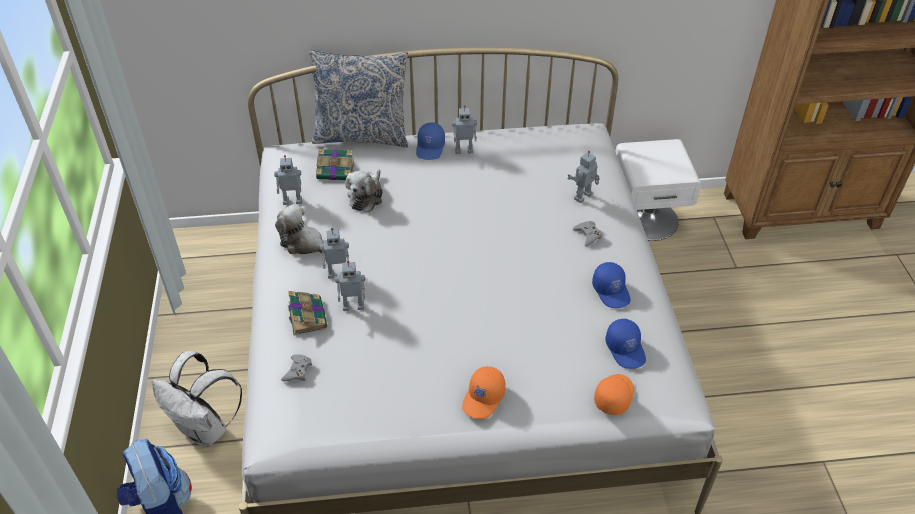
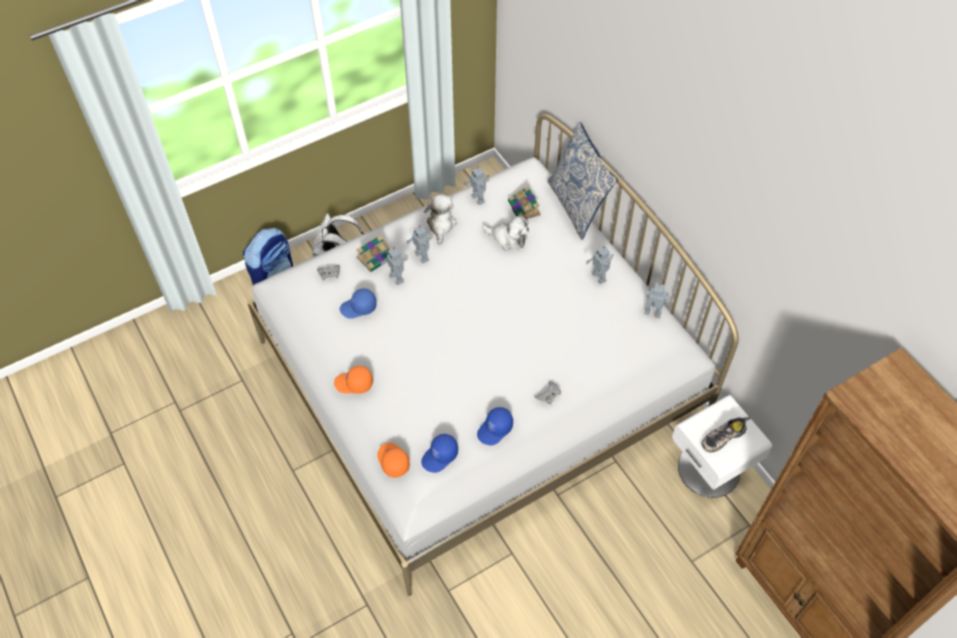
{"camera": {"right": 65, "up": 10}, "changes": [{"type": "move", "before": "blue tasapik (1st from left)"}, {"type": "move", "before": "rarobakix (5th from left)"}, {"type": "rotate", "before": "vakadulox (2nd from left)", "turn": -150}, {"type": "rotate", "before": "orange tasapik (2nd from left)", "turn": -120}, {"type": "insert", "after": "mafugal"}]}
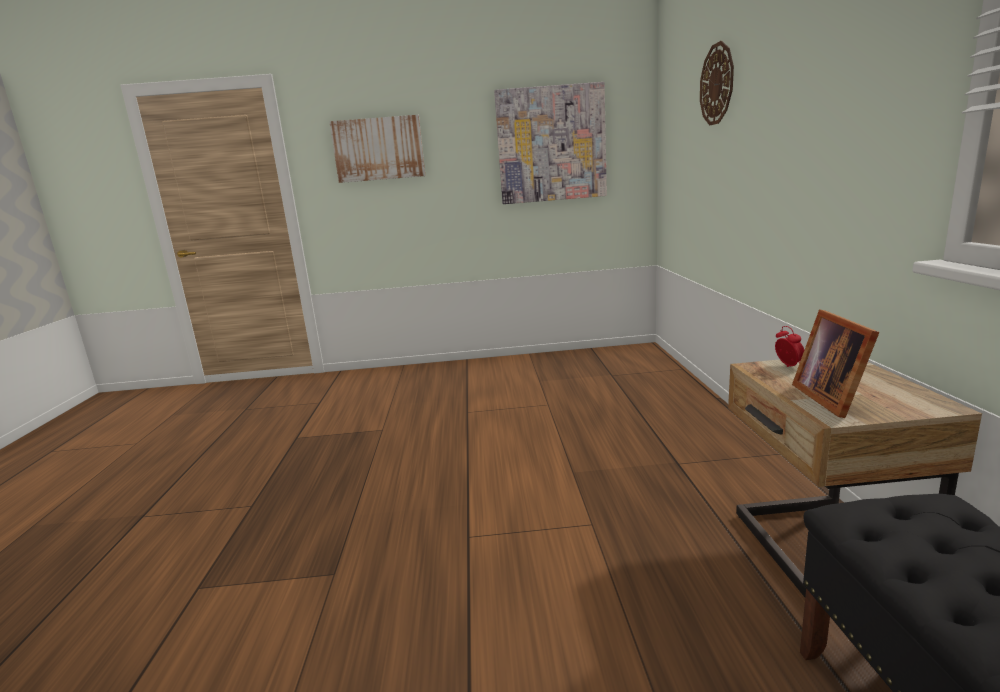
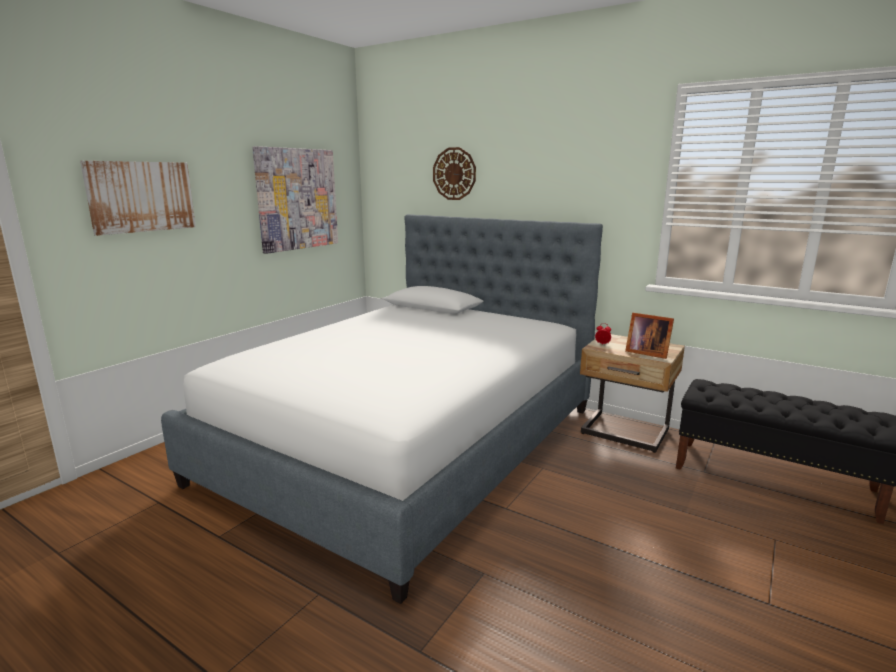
{"camera": {"right": -55, "up": 0}, "changes": [{"type": "insert", "after": "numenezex"}]}
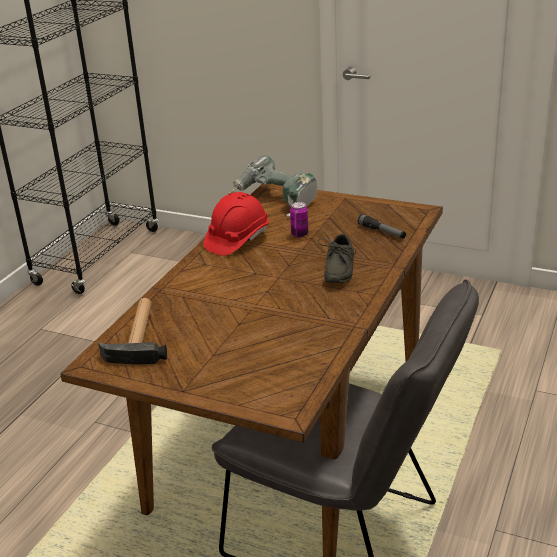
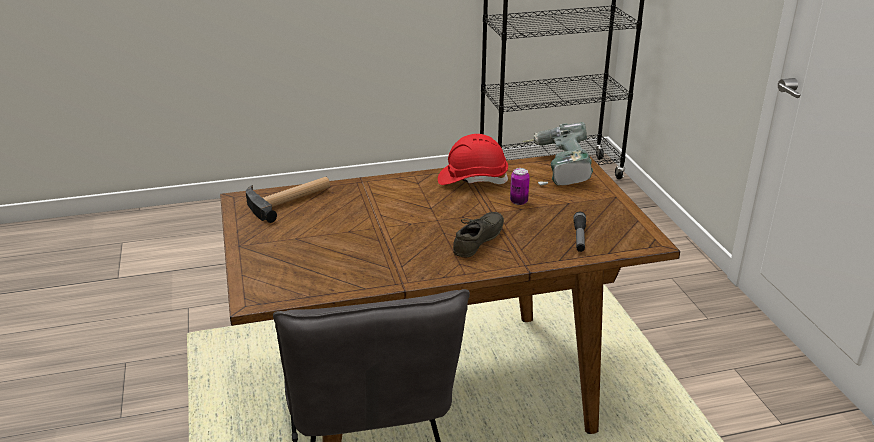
{"camera": {"right": 50, "up": 0}, "changes": [{"type": "rotate", "before": "grey mafugal", "turn": 150}]}
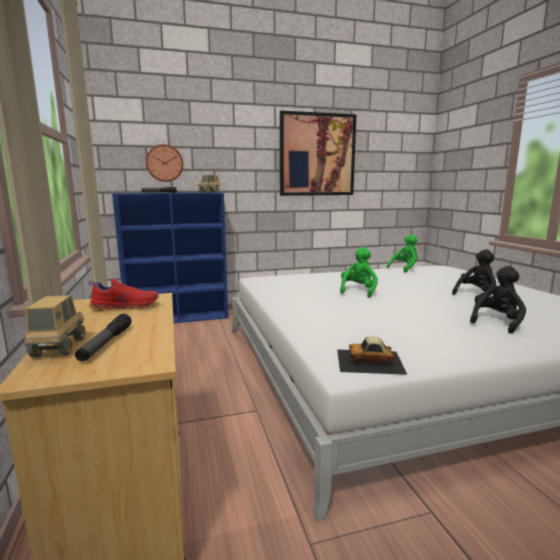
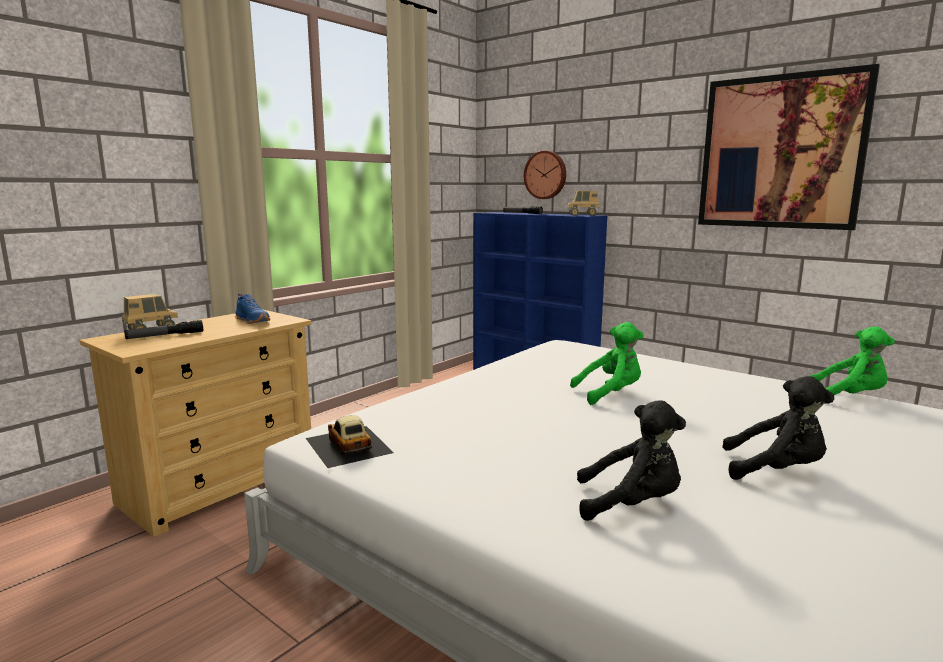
{"camera": {"right": 55, "up": 0}, "changes": [{"type": "recolor", "before": "red mafugal", "after": "blue mafugal"}]}
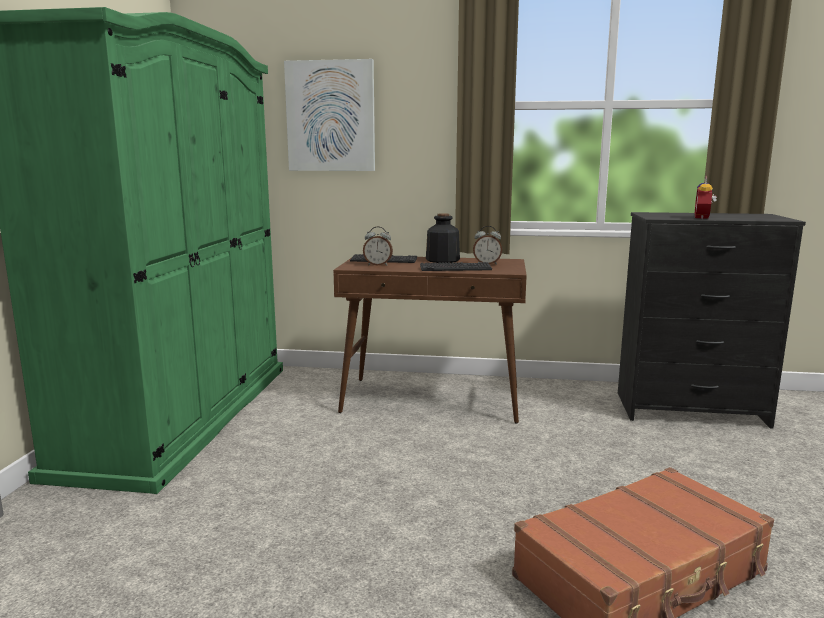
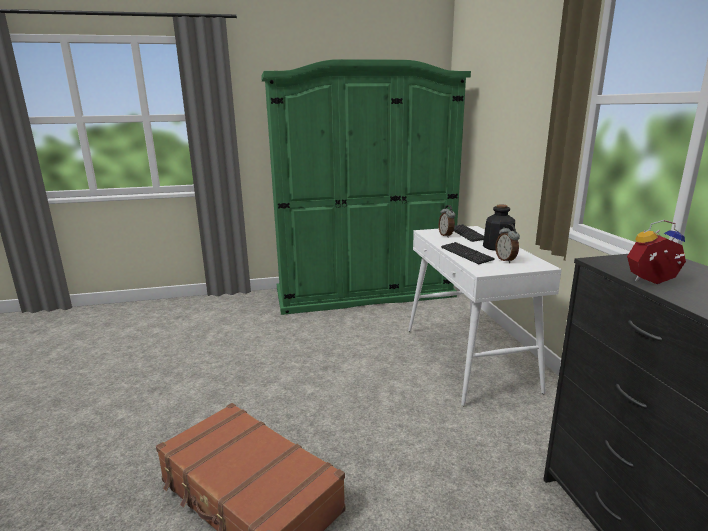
{"camera": {"right": 70, "up": 5}, "changes": [{"type": "delete", "before": "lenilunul"}, {"type": "recolor", "before": "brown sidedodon", "after": "white sidedodon"}]}
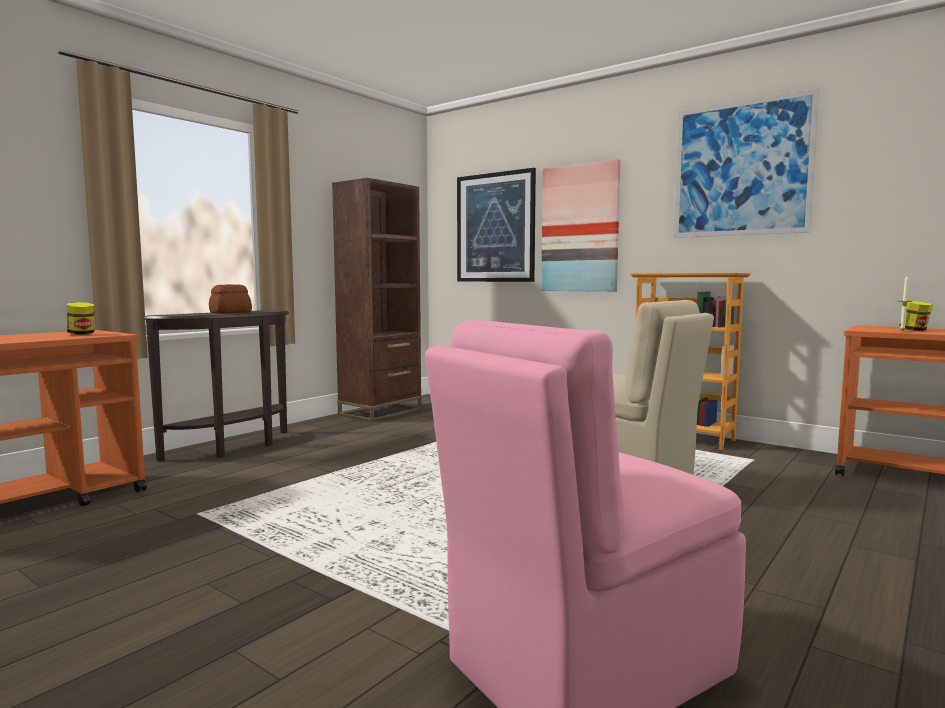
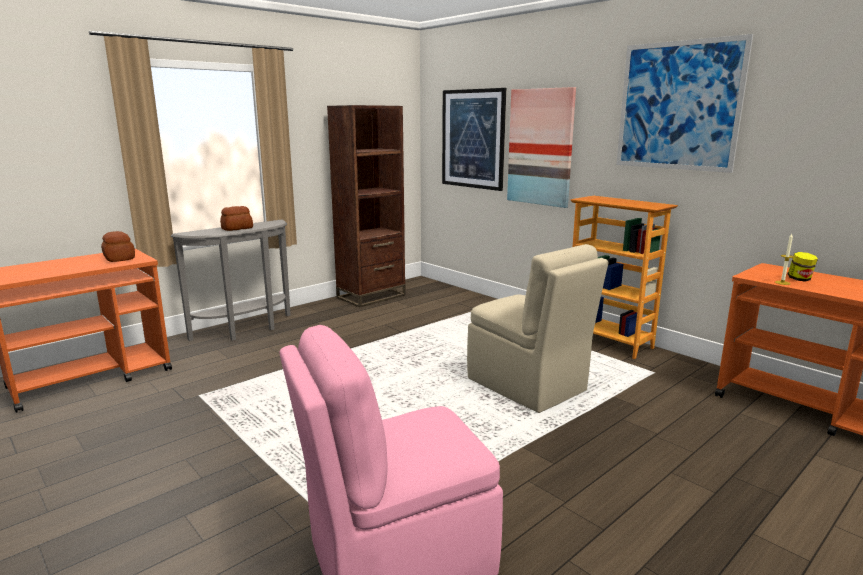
{"camera": {"right": 10, "up": 10}, "changes": [{"type": "replace", "before": "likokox (1st from left)", "after": "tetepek (1st from left)"}, {"type": "recolor", "before": "brown sidedodon", "after": "grey sidedodon"}]}
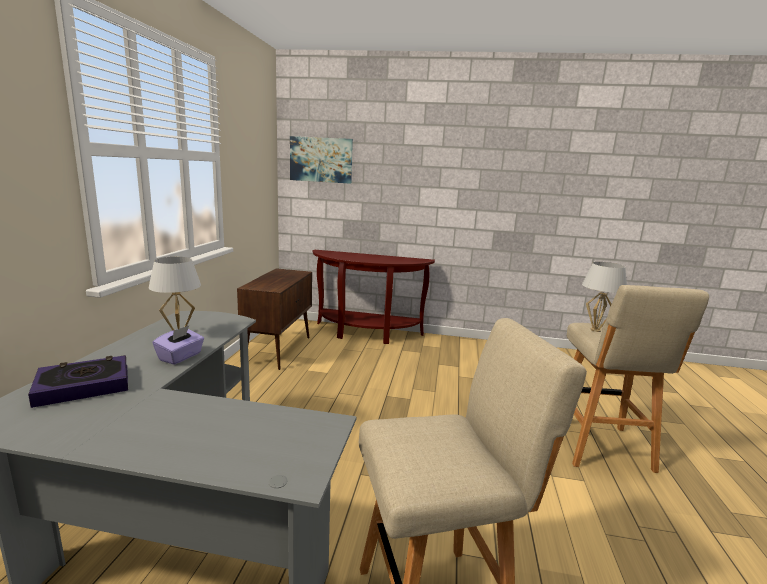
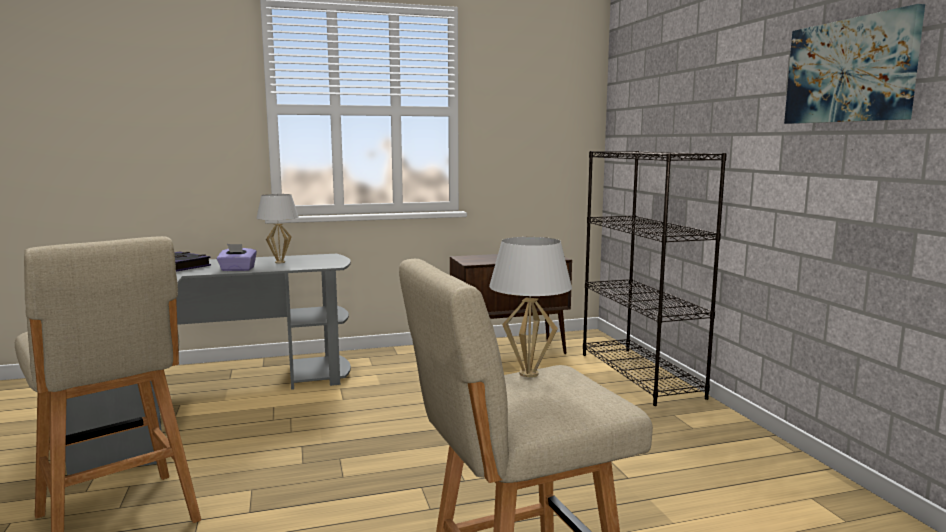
{"camera": {"right": 65, "up": -5}, "changes": [{"type": "move", "before": "lenilunul"}, {"type": "replace", "before": "brown sidedodon", "after": "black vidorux"}]}
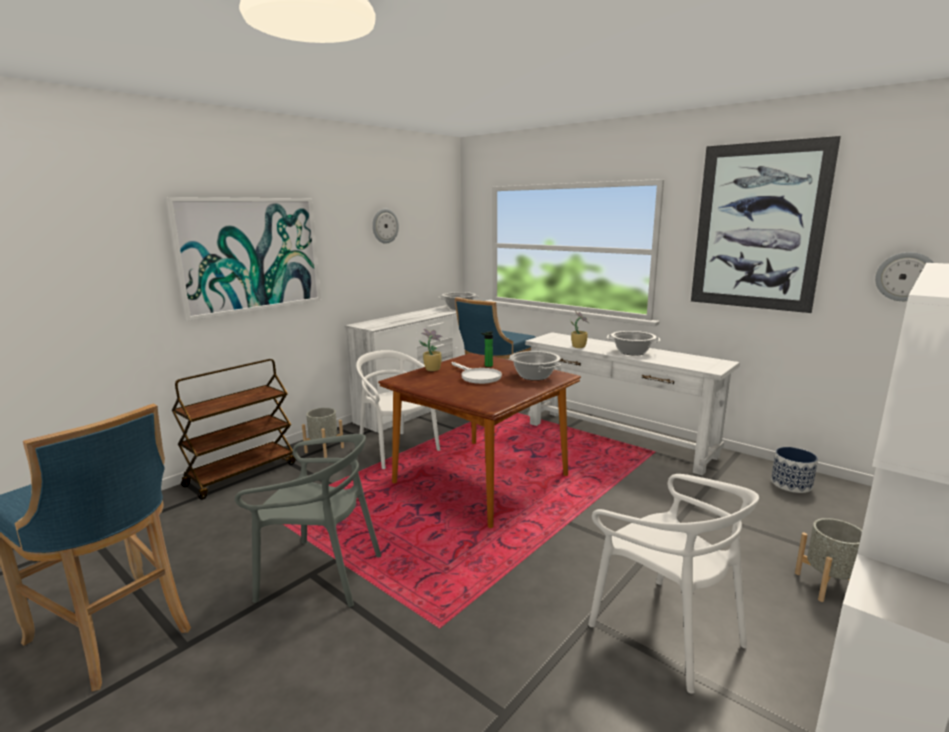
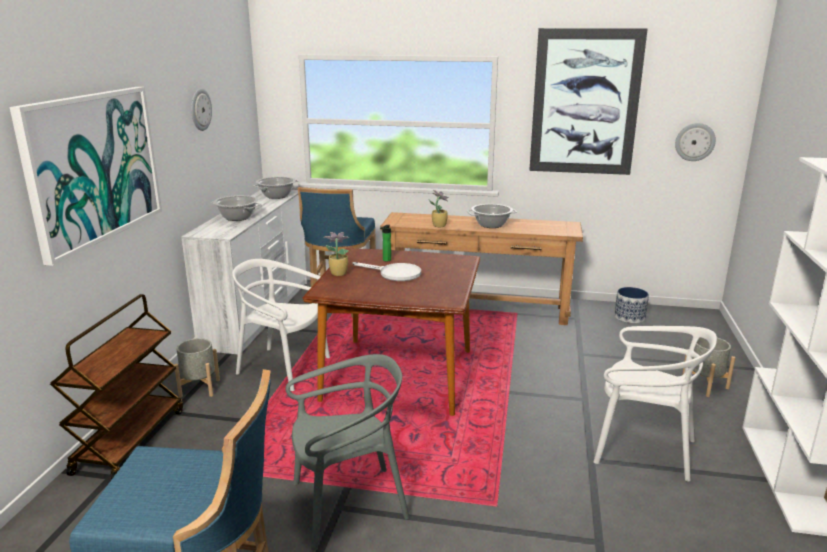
{"camera": {"right": -30, "up": 5}, "changes": [{"type": "recolor", "before": "white sidedodon", "after": "brown sidedodon"}, {"type": "move", "before": "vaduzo (2nd from left in the first image)", "after": "vaduzo (1st from left)"}]}
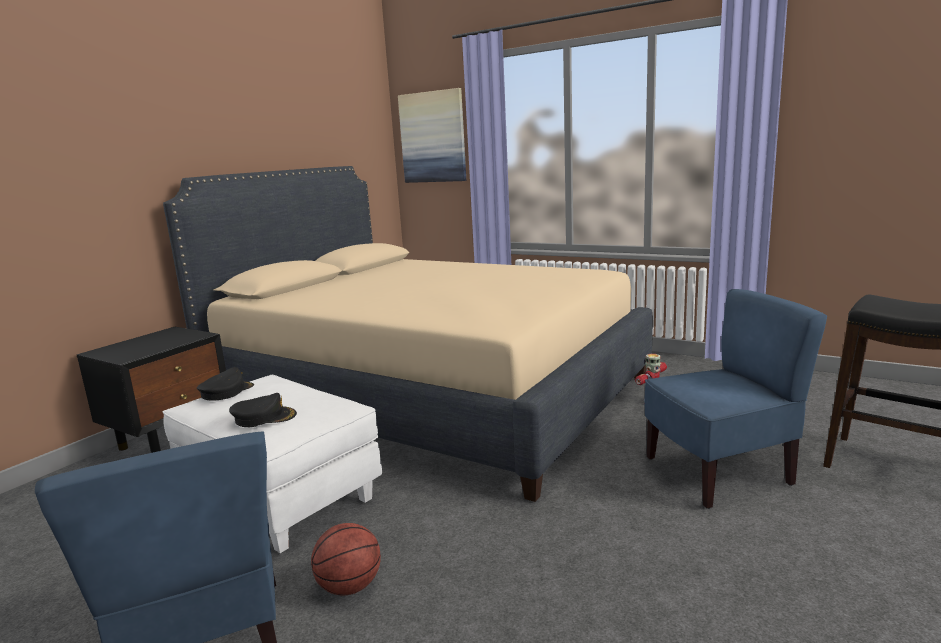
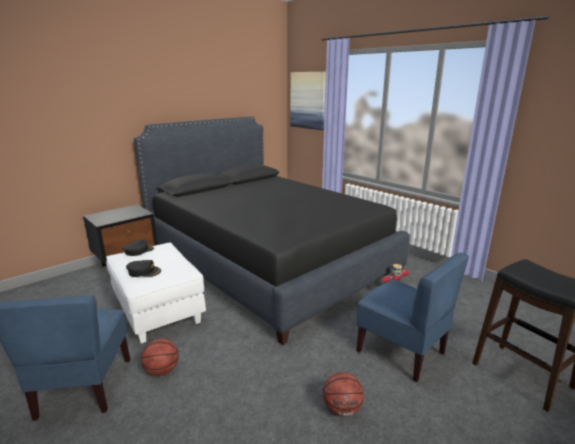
{"camera": {"right": 15, "up": 5}, "changes": [{"type": "recolor", "before": "beige numenezex", "after": "black numenezex"}, {"type": "rotate", "before": "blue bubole (2nd from left)", "turn": 45}, {"type": "insert", "after": "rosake (2nd from left)"}]}
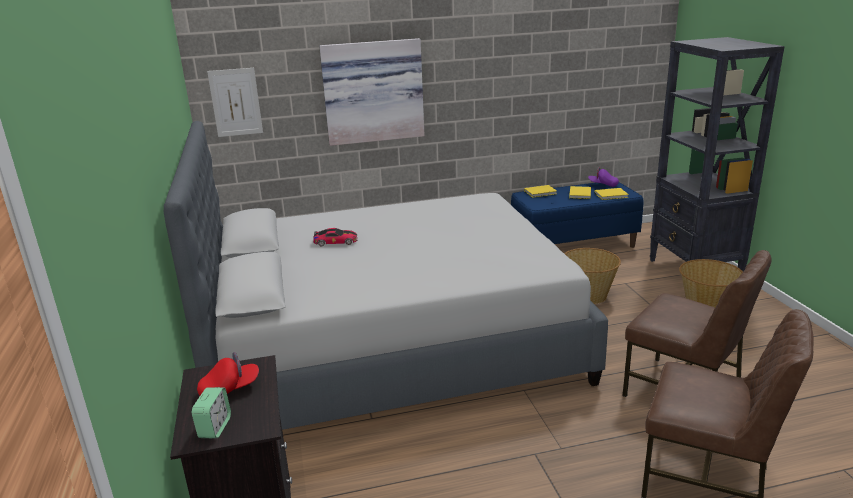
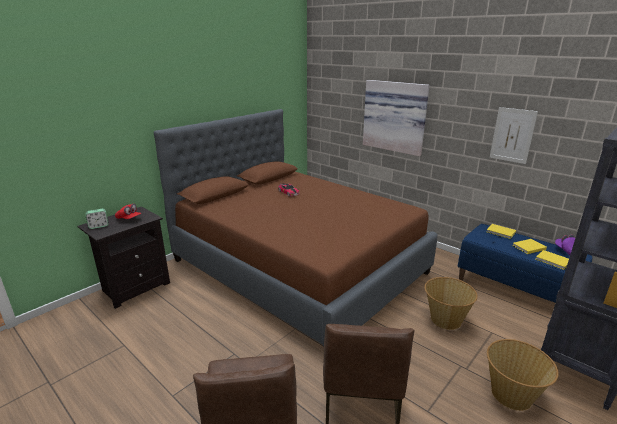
{"camera": {"right": 55, "up": 0}, "changes": [{"type": "move", "before": "lenilunul (1st from left in the first image)", "after": "lenilunul (2nd from left)"}, {"type": "recolor", "before": "grey numenezex", "after": "brown numenezex"}]}
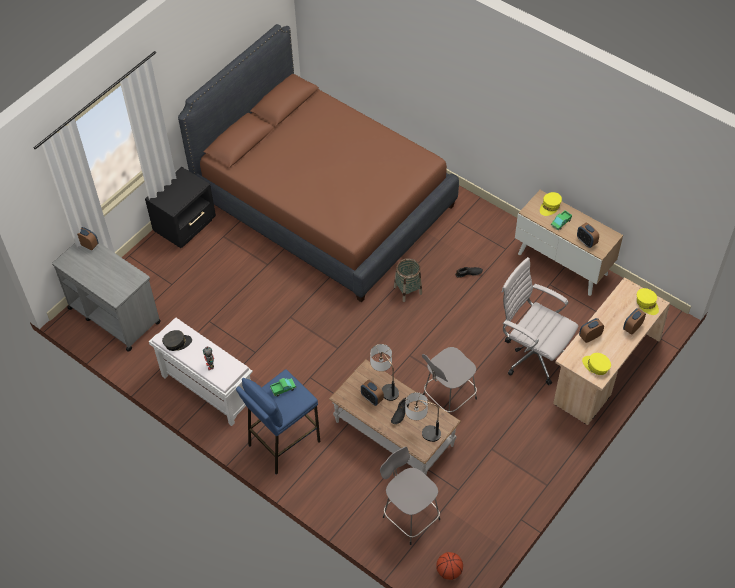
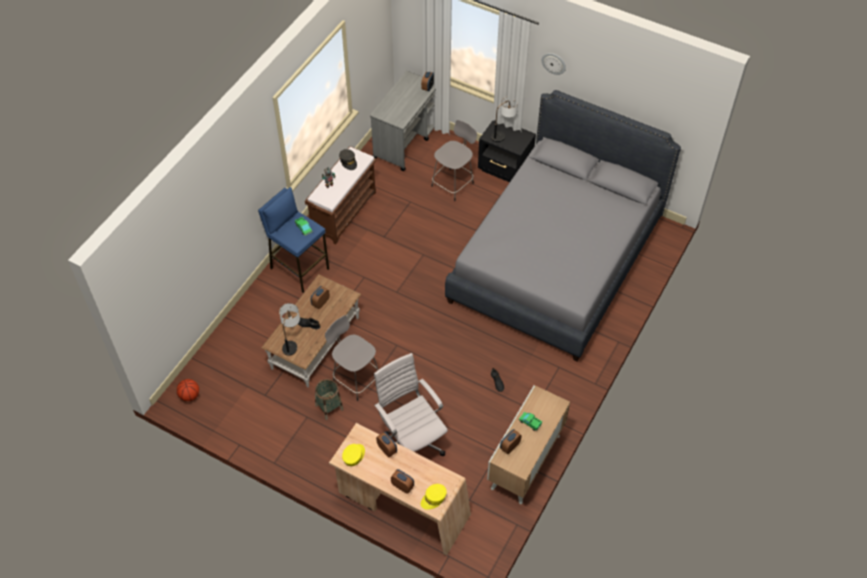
{"camera": {"right": 80, "up": 0}, "changes": [{"type": "recolor", "before": "brown numenezex", "after": "grey numenezex"}, {"type": "delete", "before": "yellow tasapik (1st from left)"}, {"type": "rotate", "before": "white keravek", "turn": -60}, {"type": "move", "before": "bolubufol"}, {"type": "recolor", "before": "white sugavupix", "after": "brown sugavupix"}, {"type": "move", "before": "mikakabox (1st from left in the first image)", "after": "mikakabox (2nd from left)"}, {"type": "move", "before": "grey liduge (1st from left in the first image)", "after": "grey liduge (2nd from left)"}, {"type": "insert", "after": "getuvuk"}]}
